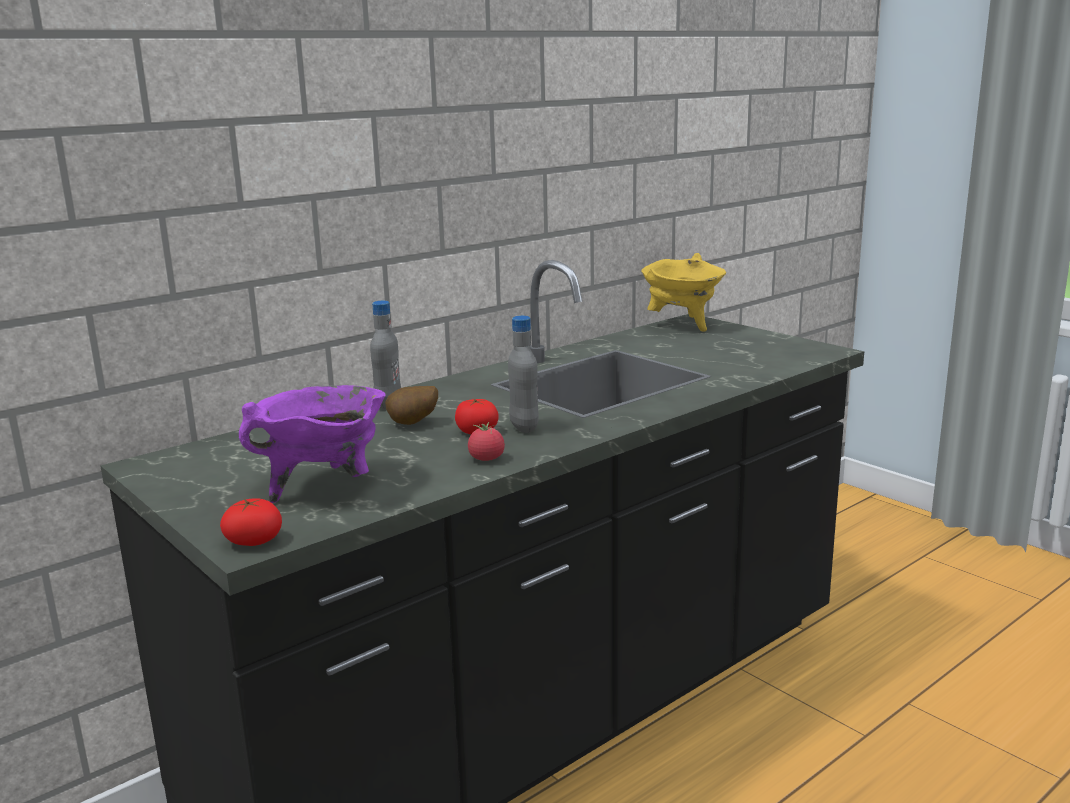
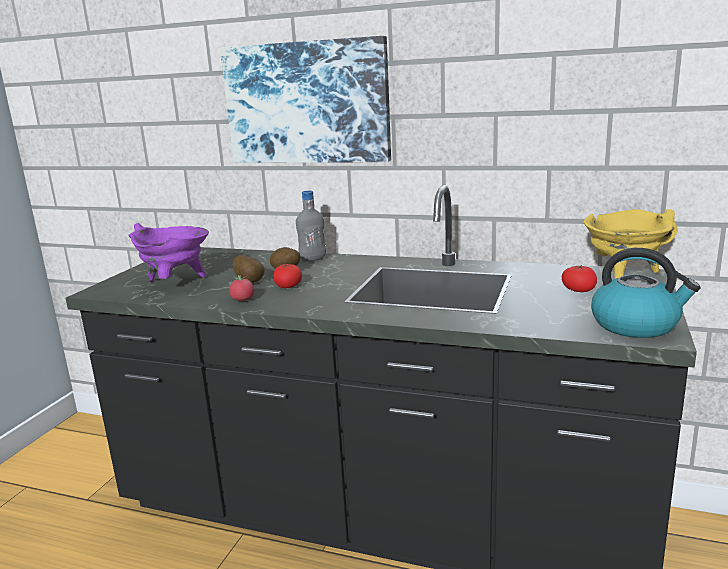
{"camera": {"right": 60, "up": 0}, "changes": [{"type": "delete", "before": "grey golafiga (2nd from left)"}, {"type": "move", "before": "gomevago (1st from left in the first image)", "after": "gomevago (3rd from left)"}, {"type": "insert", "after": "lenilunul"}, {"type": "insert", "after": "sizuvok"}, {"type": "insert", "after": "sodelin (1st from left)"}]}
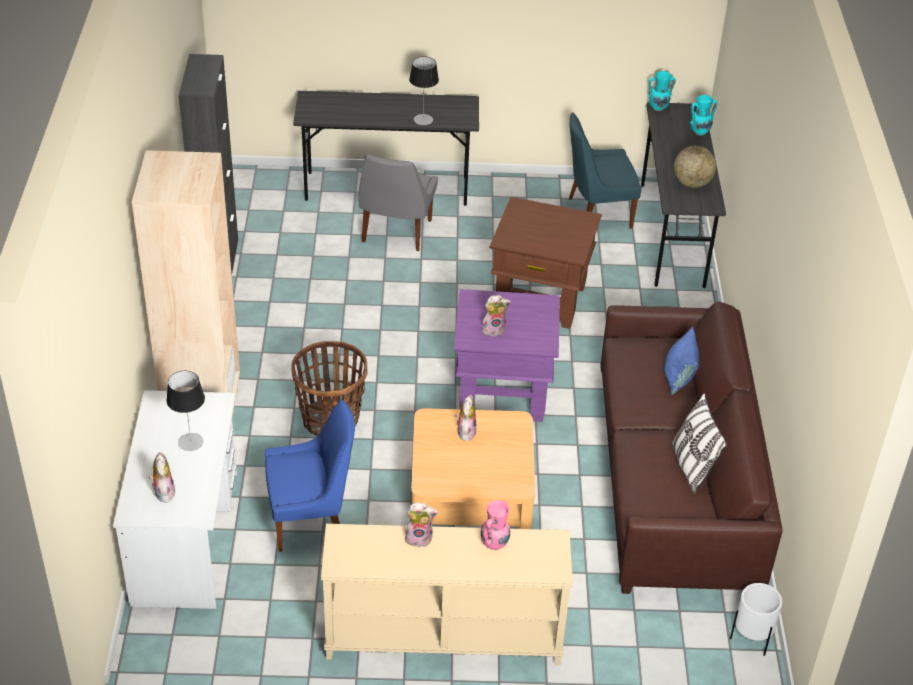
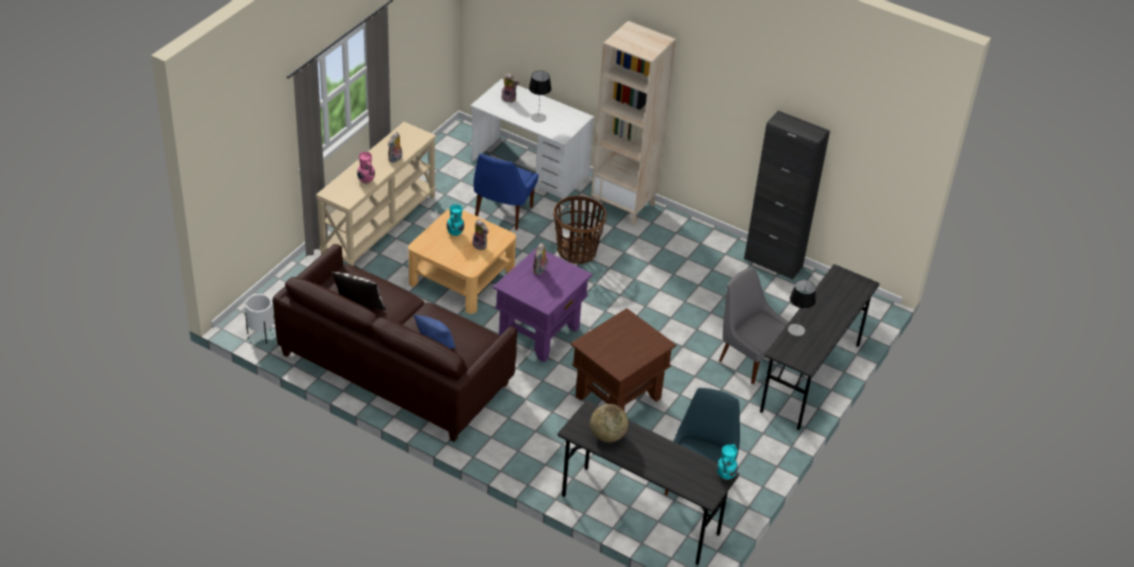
{"camera": {"right": 120, "up": 0}, "changes": [{"type": "move", "before": "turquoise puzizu (2nd from left in the first image)", "after": "turquoise puzizu (1st from left)"}]}
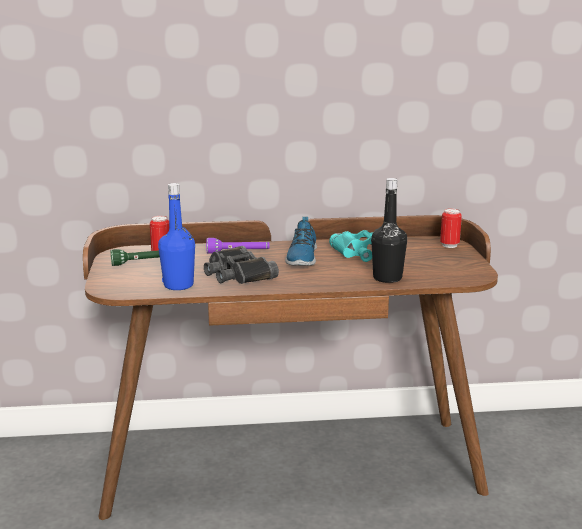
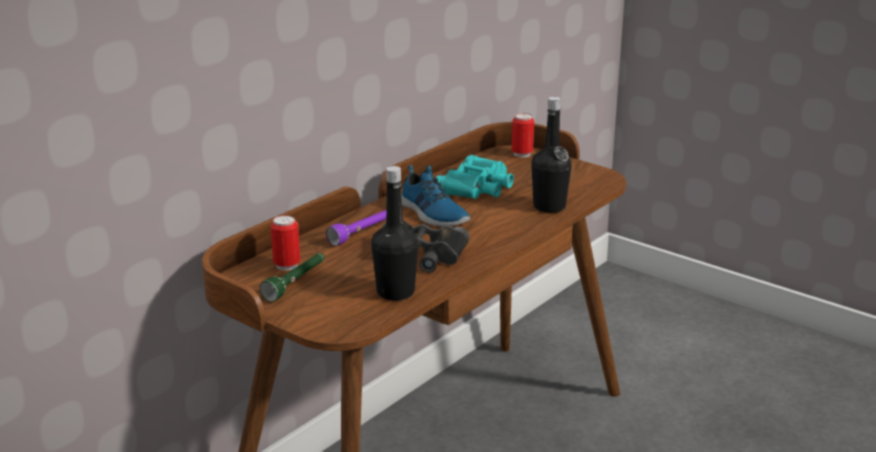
{"camera": {"right": -45, "up": 5}, "changes": [{"type": "recolor", "before": "blue golafiga", "after": "black golafiga (1st from left)"}]}
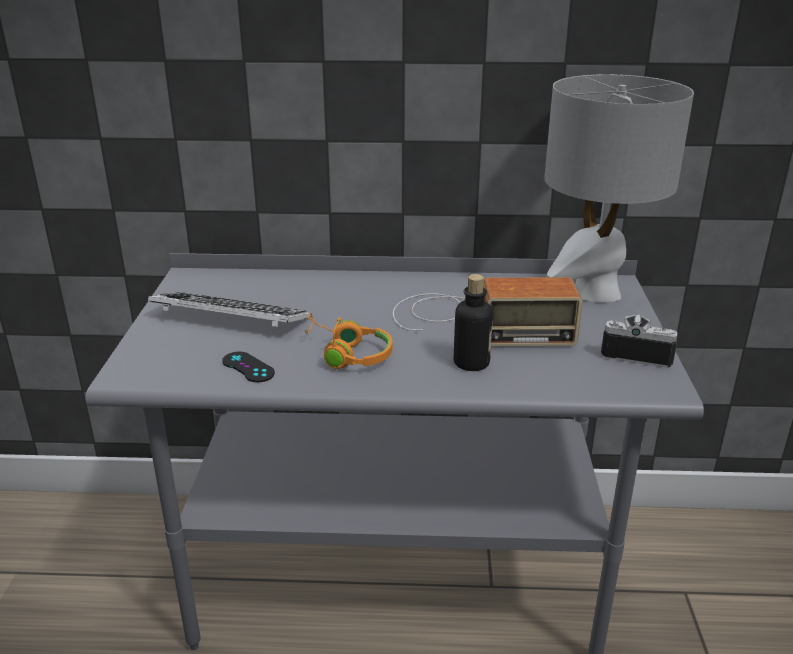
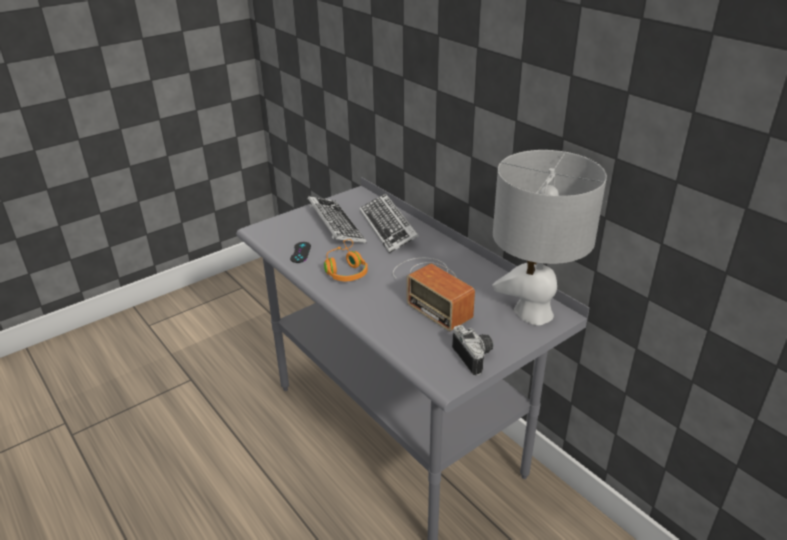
{"camera": {"right": 50, "up": 5}, "changes": [{"type": "delete", "before": "golafiga"}, {"type": "insert", "after": "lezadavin (2nd from left)"}]}
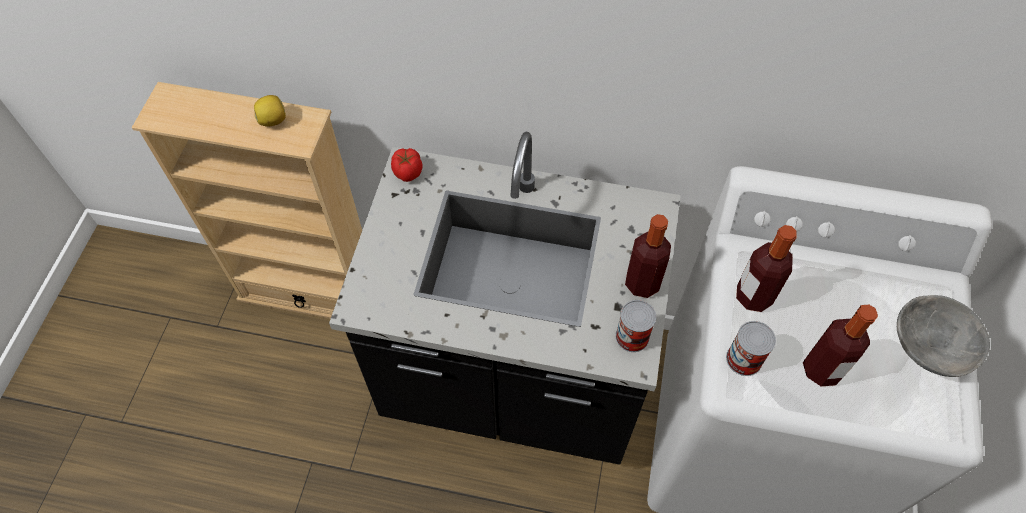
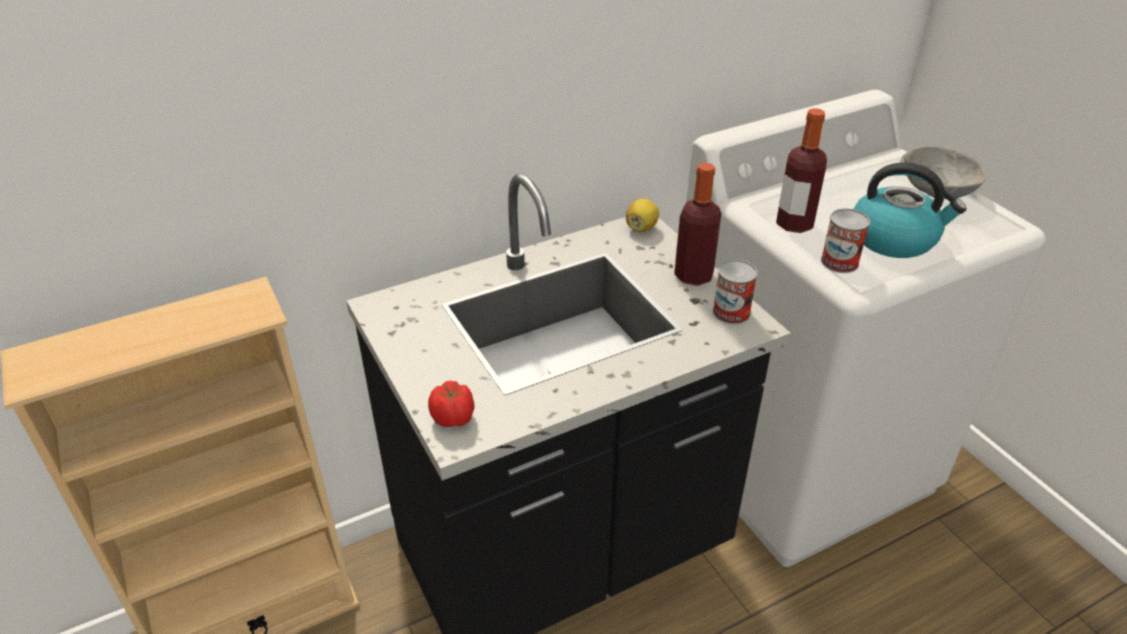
{"camera": {"right": -40, "up": -20}, "changes": [{"type": "move", "before": "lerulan"}, {"type": "move", "before": "gomevago"}, {"type": "replace", "before": "golafiga (3rd from left)", "after": "sizuvok"}]}
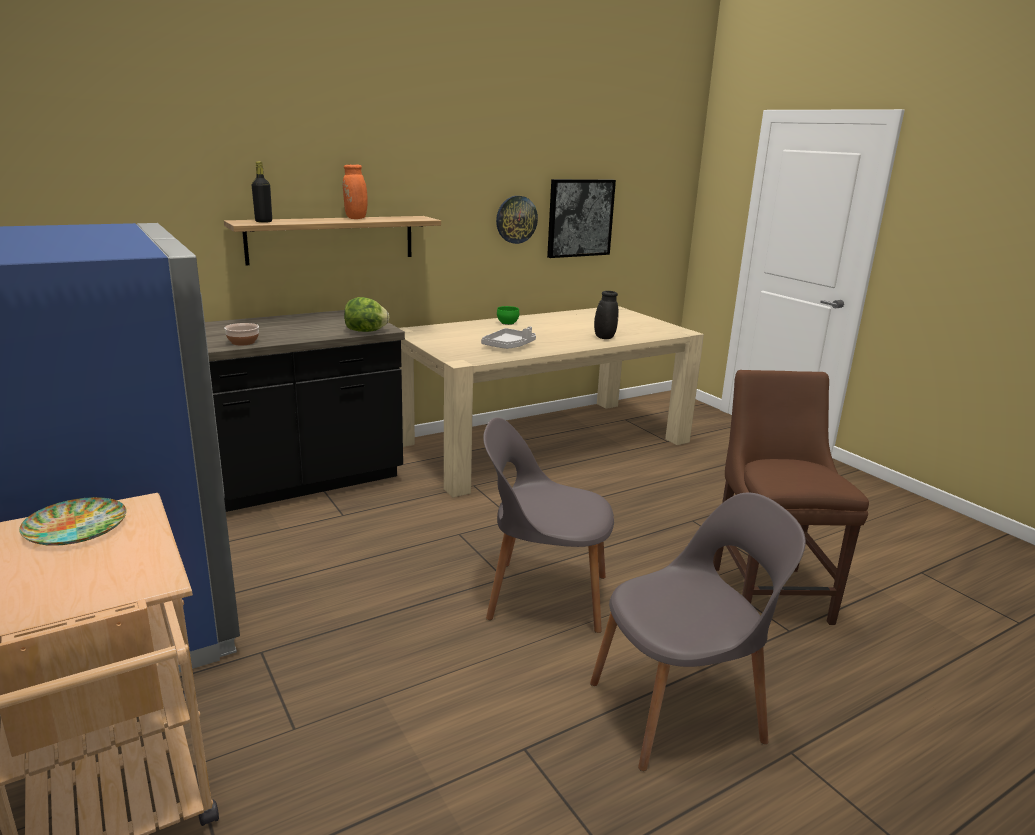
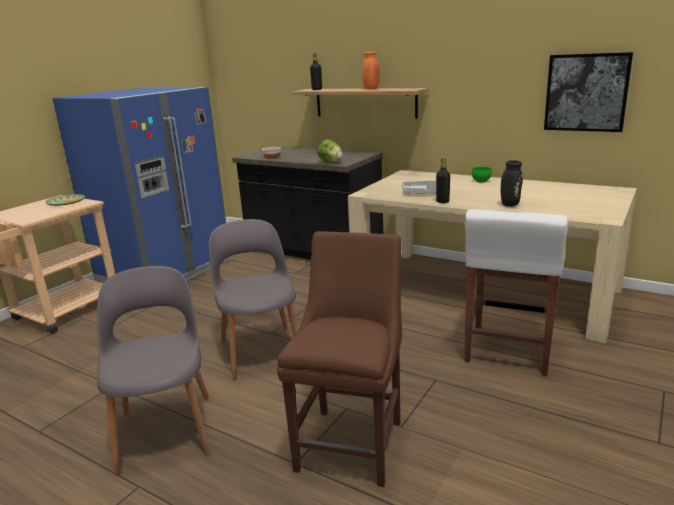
{"camera": {"right": 65, "up": 0}, "changes": [{"type": "delete", "before": "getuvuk"}, {"type": "rotate", "before": "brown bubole", "turn": -45}, {"type": "rotate", "before": "grey bubole (2nd from left in the first image)", "turn": -150}, {"type": "insert", "after": "black golafiga (2nd from left)"}, {"type": "insert", "after": "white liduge"}]}
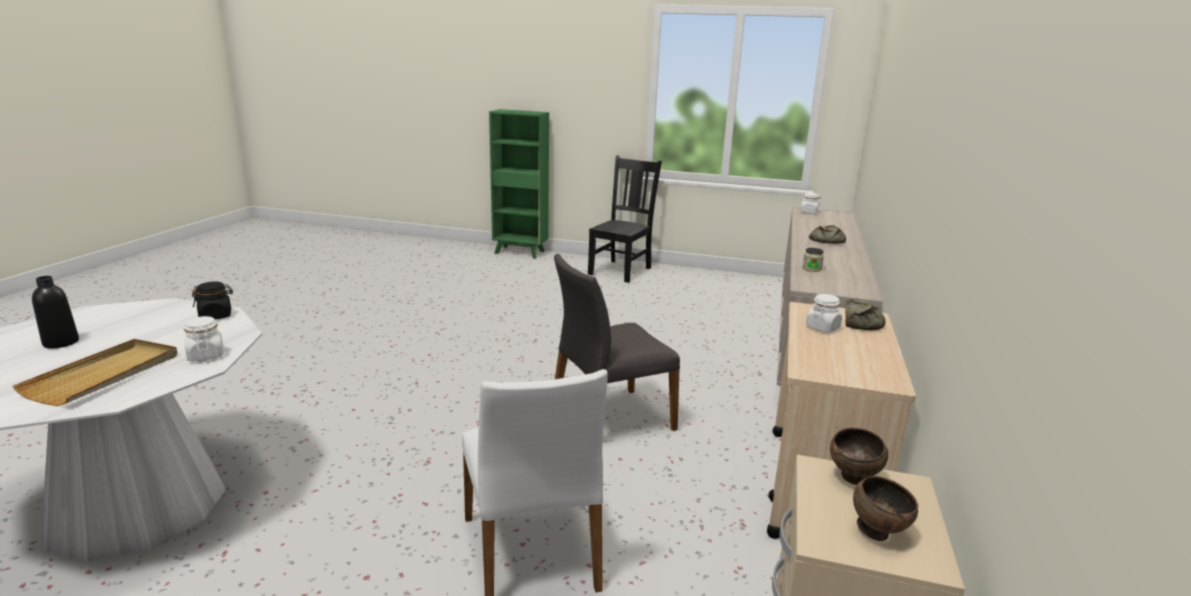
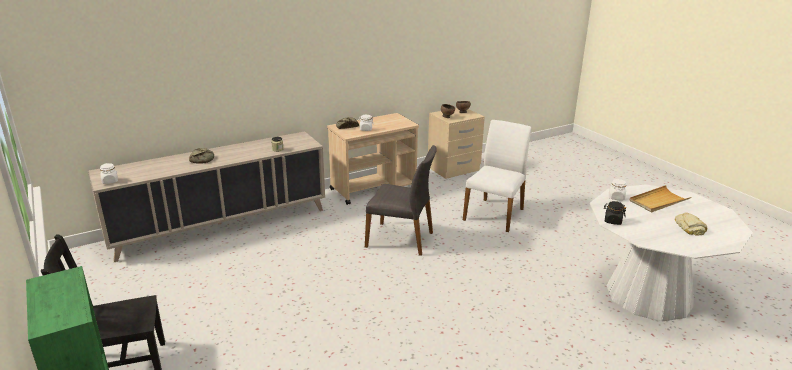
{"camera": {"right": -135, "up": 5}, "changes": [{"type": "replace", "before": "black golafiga", "after": "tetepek (3rd from left)"}]}
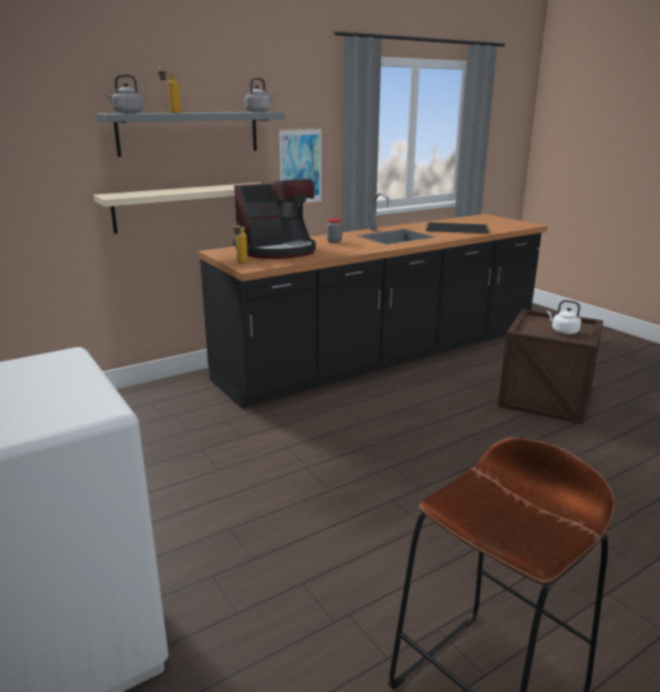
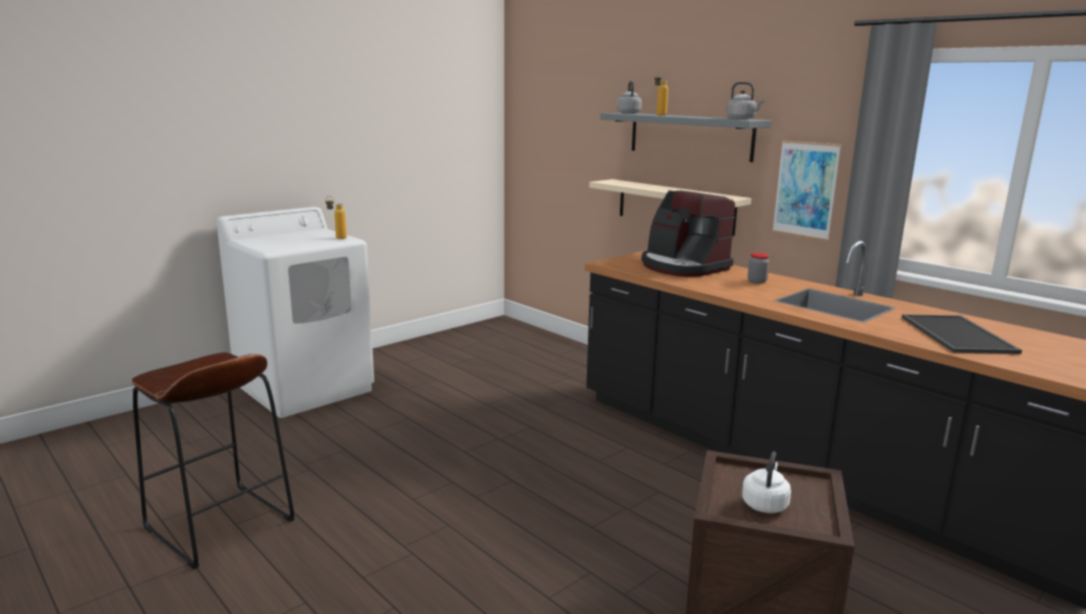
{"camera": {"right": 80, "up": -5}, "changes": [{"type": "move", "before": "golafiga (2nd from left in the first image)", "after": "golafiga (1st from left)"}]}
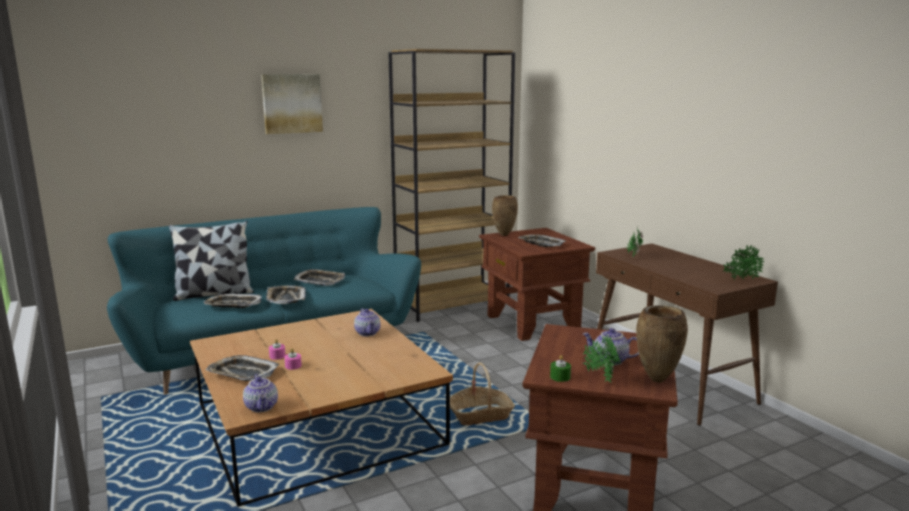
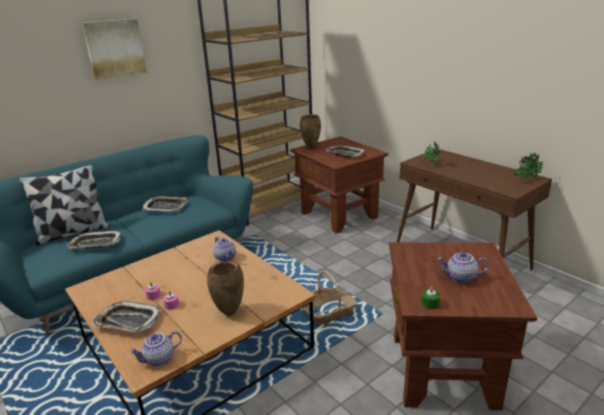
{"camera": {"right": -10, "up": 10}, "changes": [{"type": "delete", "before": "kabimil (3rd from left)"}, {"type": "move", "before": "brown puzizu (2nd from left in the first image)", "after": "brown puzizu (1st from left)"}, {"type": "delete", "before": "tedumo (1st from left)"}, {"type": "rotate", "before": "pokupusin (1st from left)", "turn": 90}]}
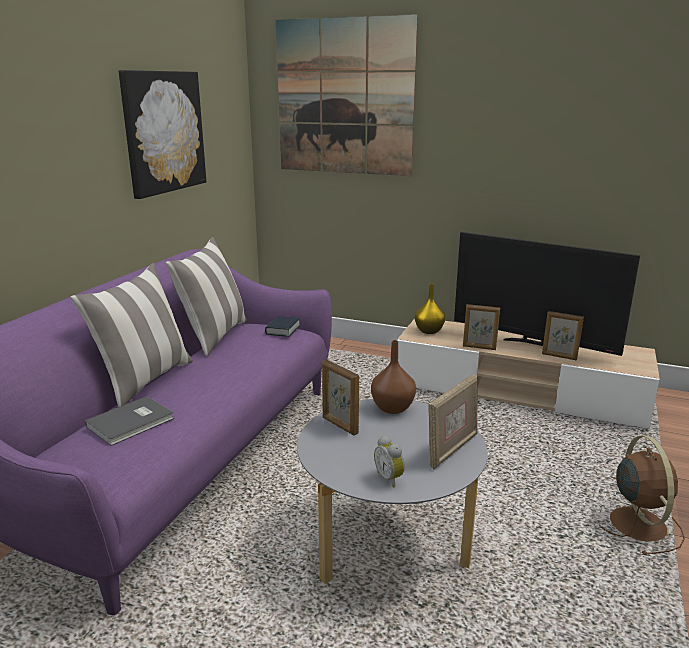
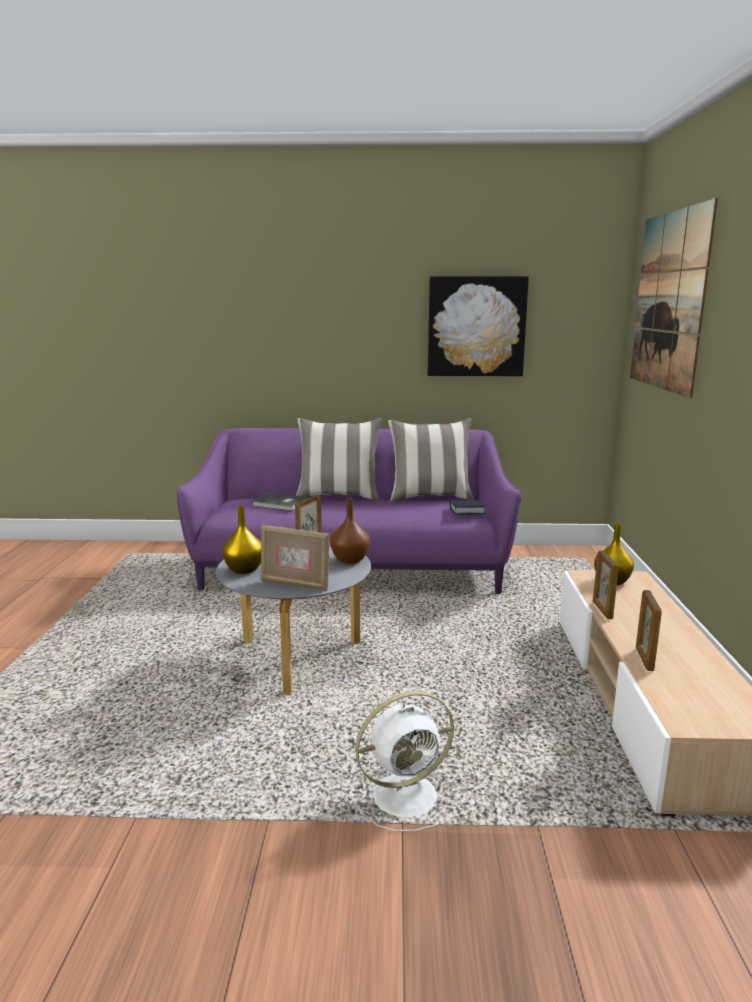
{"camera": {"right": 70, "up": -5}, "changes": [{"type": "delete", "before": "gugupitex"}, {"type": "replace", "before": "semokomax", "after": "yellow puzizu (1st from left)"}, {"type": "recolor", "before": "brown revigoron", "after": "white revigoron"}]}
